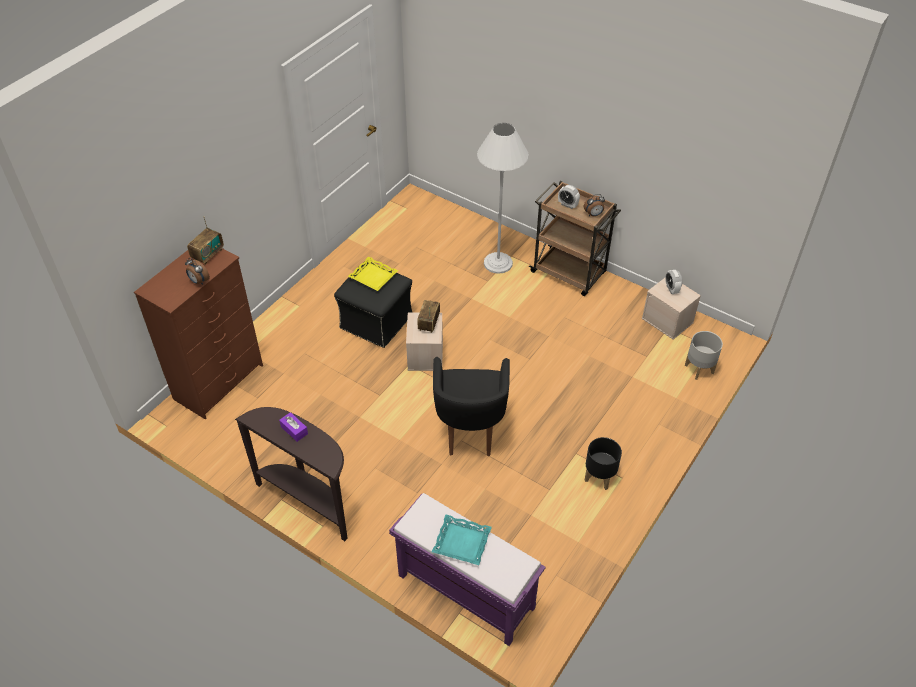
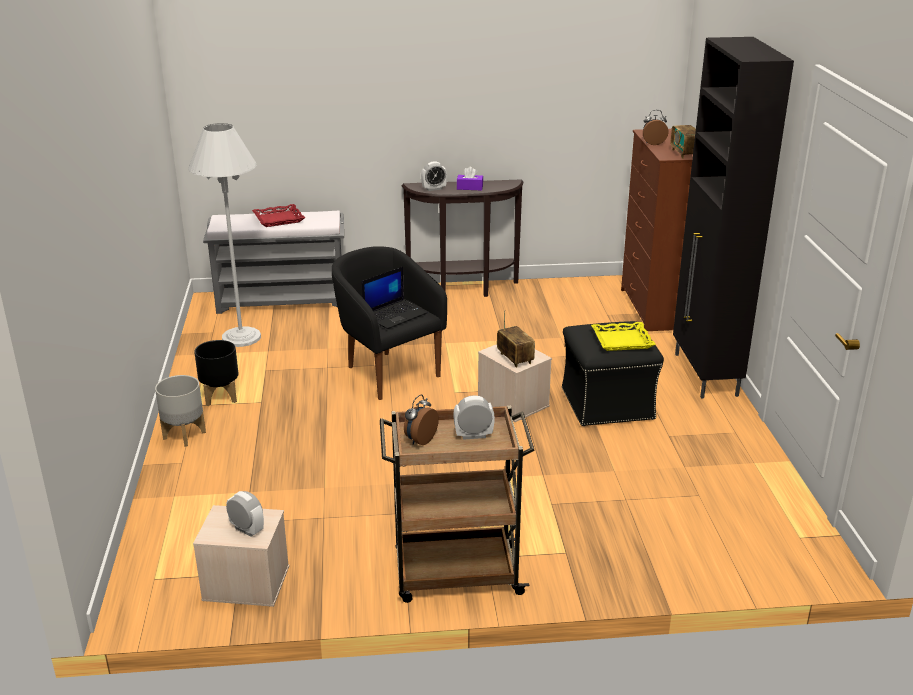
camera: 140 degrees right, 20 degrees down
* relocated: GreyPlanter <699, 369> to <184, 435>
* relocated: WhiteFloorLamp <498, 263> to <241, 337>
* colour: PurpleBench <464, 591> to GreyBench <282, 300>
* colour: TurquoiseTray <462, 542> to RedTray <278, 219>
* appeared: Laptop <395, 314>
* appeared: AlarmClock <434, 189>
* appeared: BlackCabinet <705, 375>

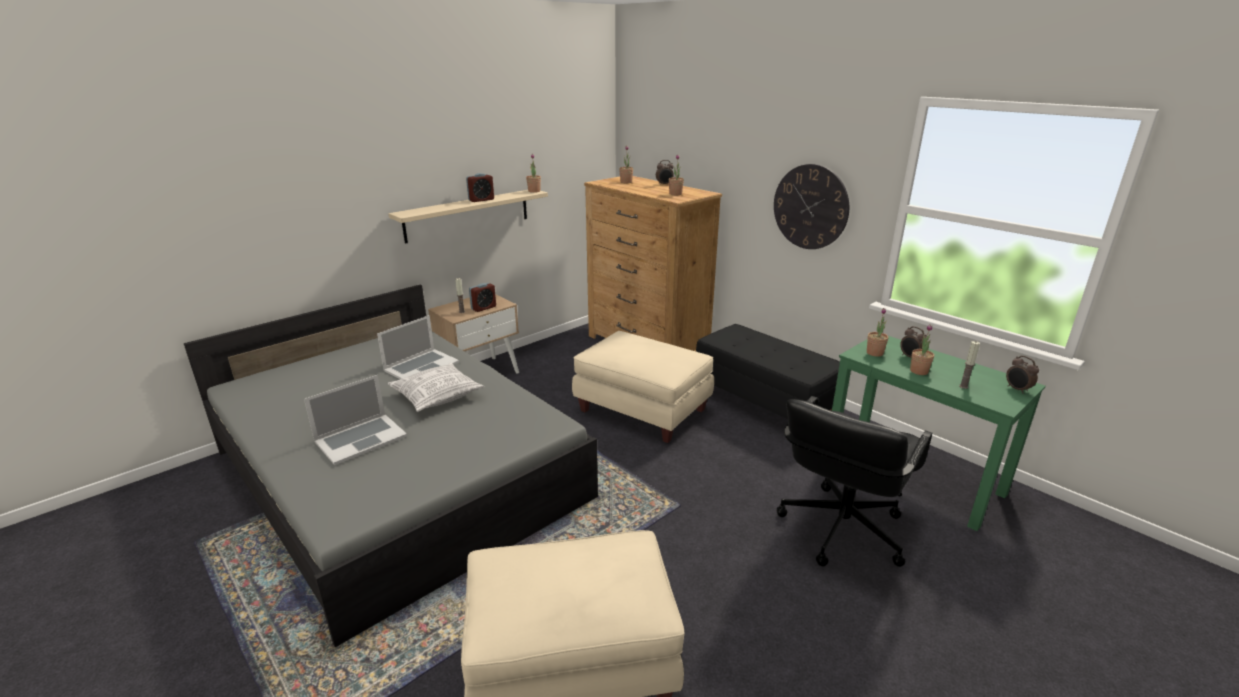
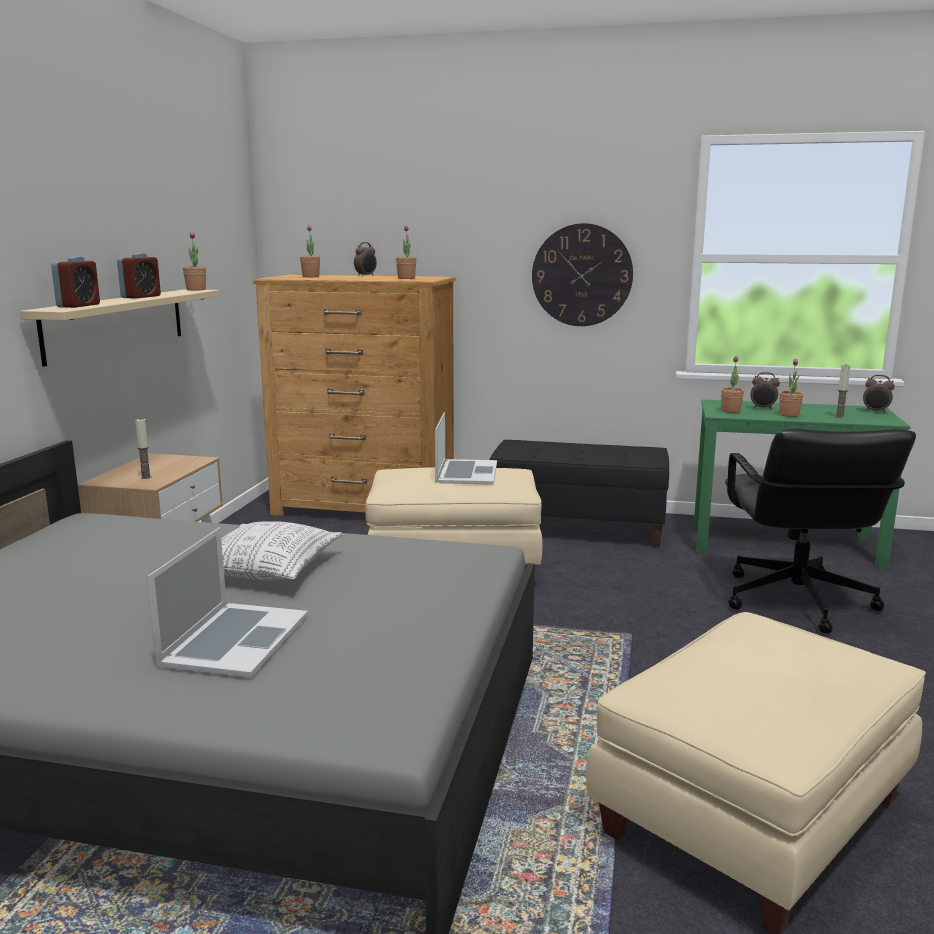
camera: 35 degrees left, 10 degrees down
* relocated: AlarmClock <483, 308> to <78, 305>
* relocated: Laptop <421, 366> to <466, 472>

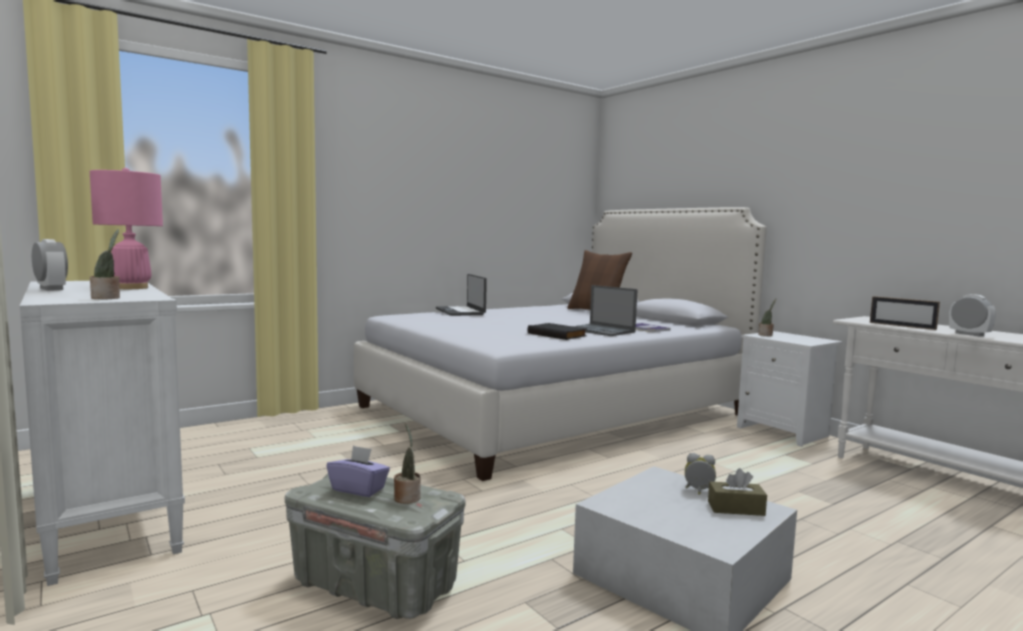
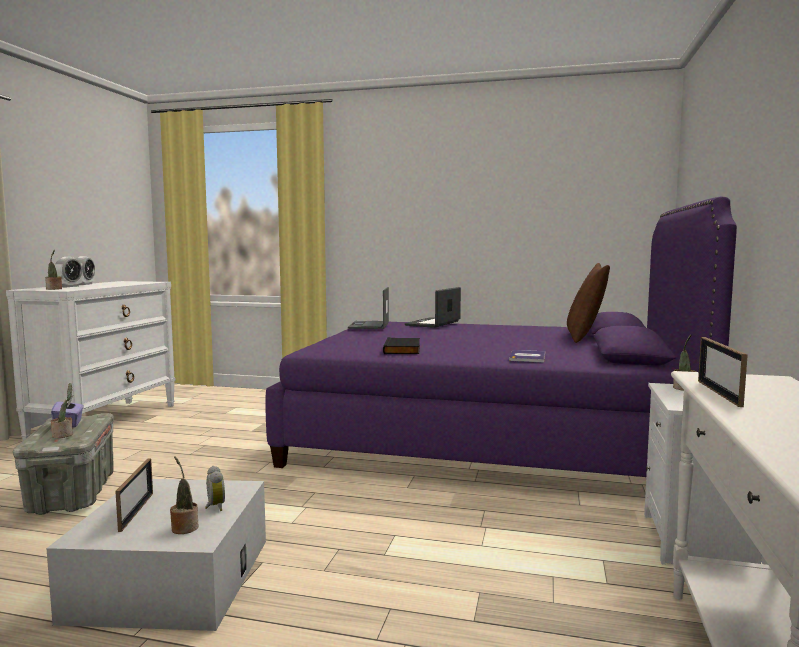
camera: 50 degrees right, 0 degrees up
* relocated: AlarmClock <969, 334> to <69, 286>
* appeared: PictureFrame <136, 511>
* exchanged: BrownTissueBox <736, 508> to PottedPlant <184, 527>
* colour: WhiteBed <554, 410> to PurpleBed <490, 439>
* relocated: Laptop <601, 330> to <369, 325>
* missing: PinkTableLamp <132, 288>

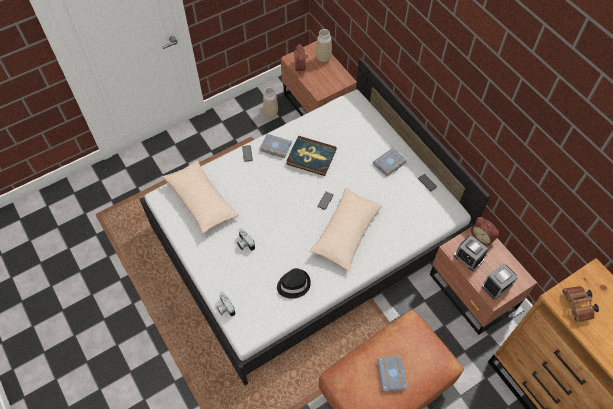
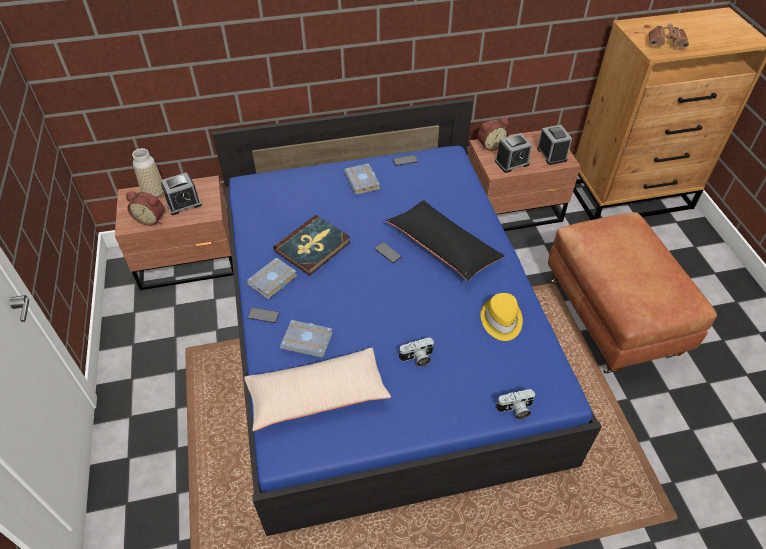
camera: 70 degrees left, 10 degrees down
* appeared: AlarmClock <183, 204>
* colour: WhiteBed <306, 236> to BlueBed <382, 332>
* relocated: GreyBook <392, 375> to <308, 340>
* colour: BeigePillow <346, 232> to BlackPillow <443, 247>
* colour: BlackHat <293, 284> to YellowHat <501, 320>
* missing: Vase <271, 112>

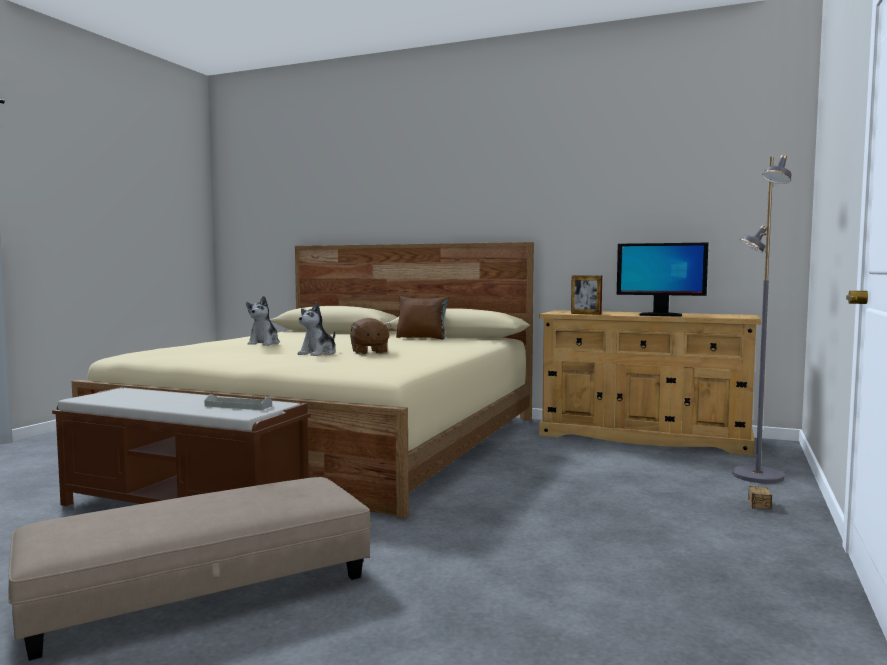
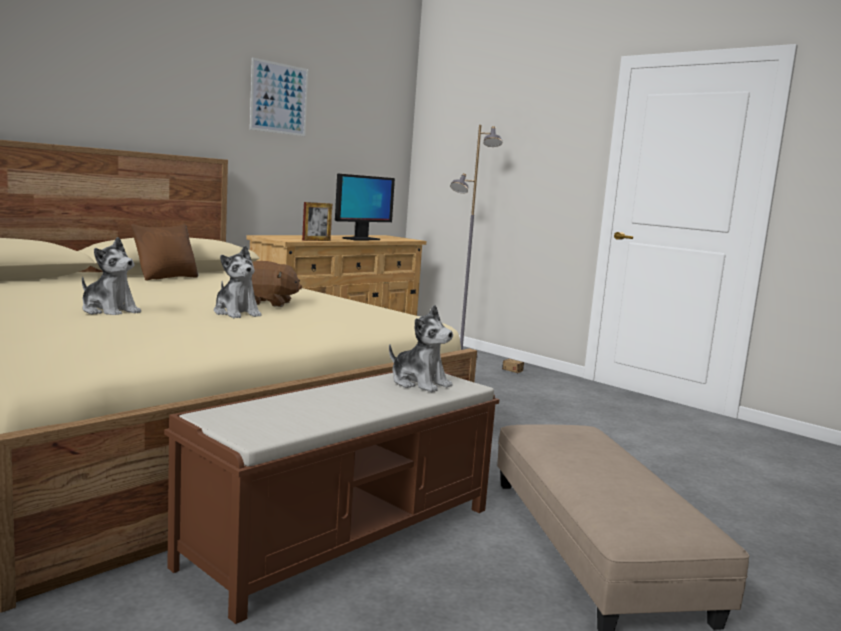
camera: 70 degrees left, 5 degrees up
* appeared: Picture <279, 98>
* exchanged: GreyTray <238, 406> to PlushToy <419, 383>

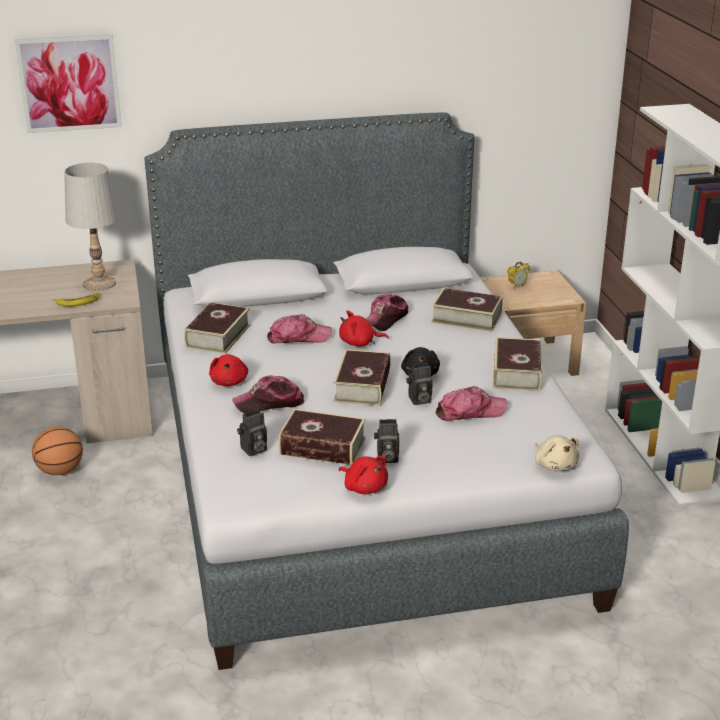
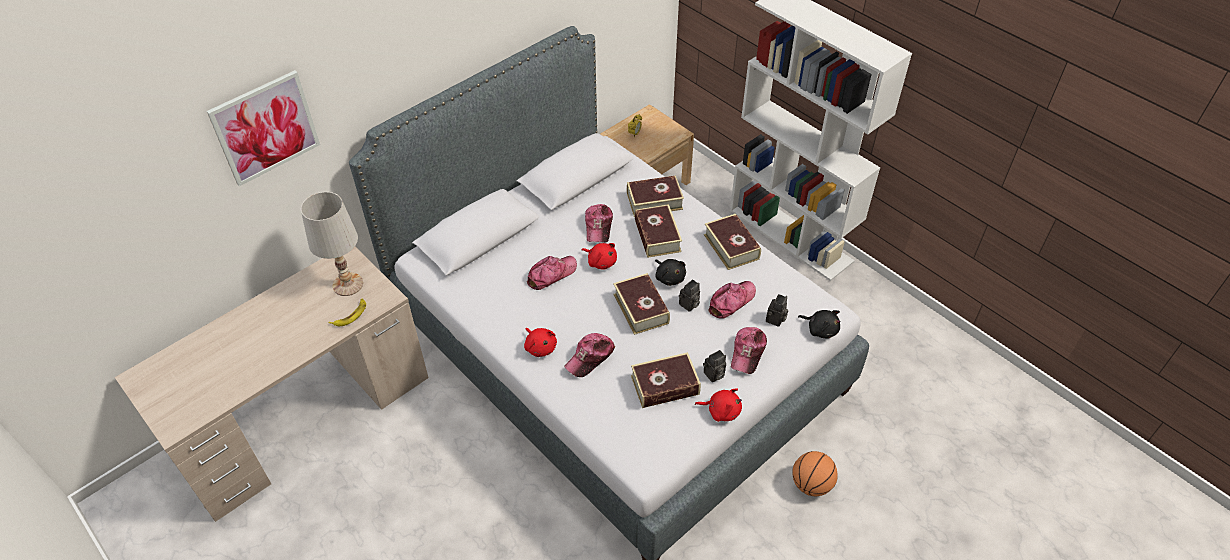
camera: 30 degrees left, 20 degrees up
* spun: RedPlushToy <359, 343> = <601, 262> 105 degrees counterclockwise
* relocated: Book <218, 336> to <657, 236>
* appeared: Cap <748, 352>
* relocated: PhotoCamera <253, 450> to <775, 320>
* relocated: Basketball <60, 471> to <811, 484>
* colour: BeigePlushToy <555, 465> to BlackPlushToy <820, 329>

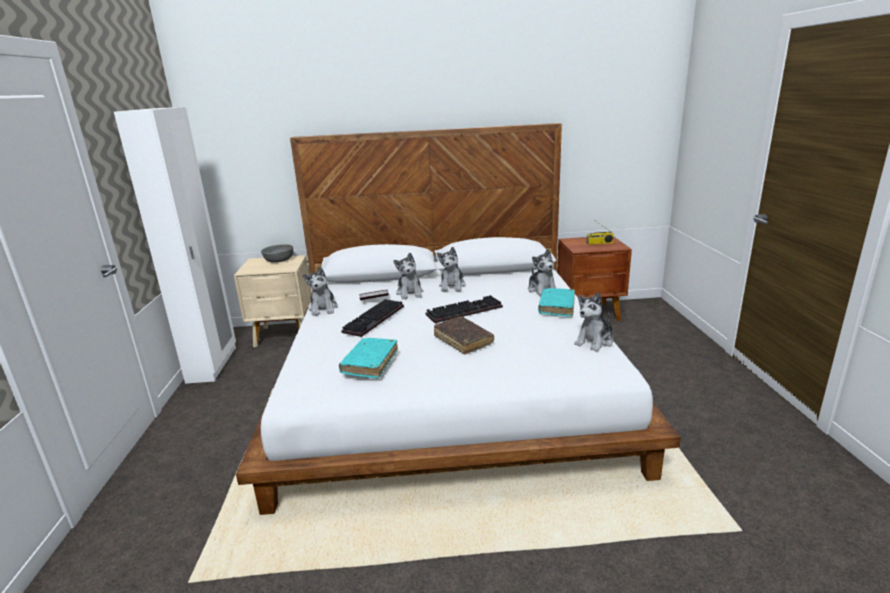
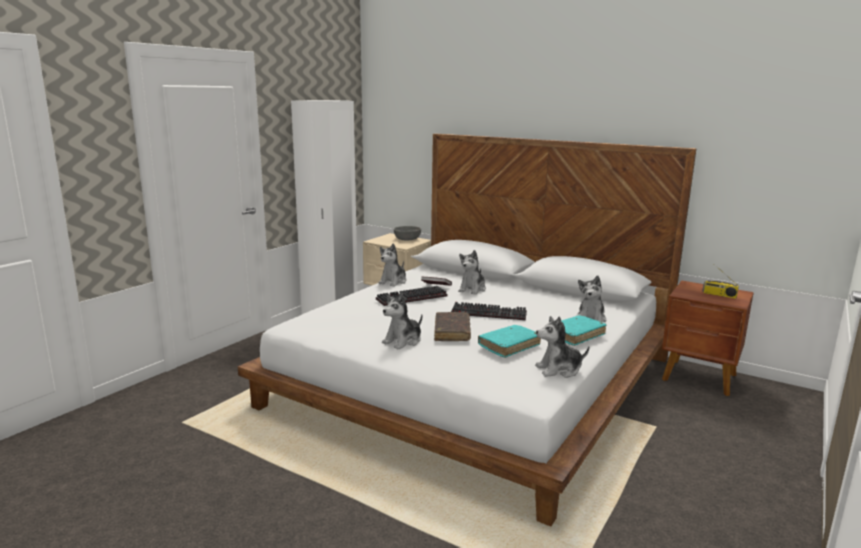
camera: 35 degrees right, 5 degrees down
* relocated: PlushToy <452, 286> to <403, 341>
* relocated: TurquoiseBook <370, 363> to <509, 346>

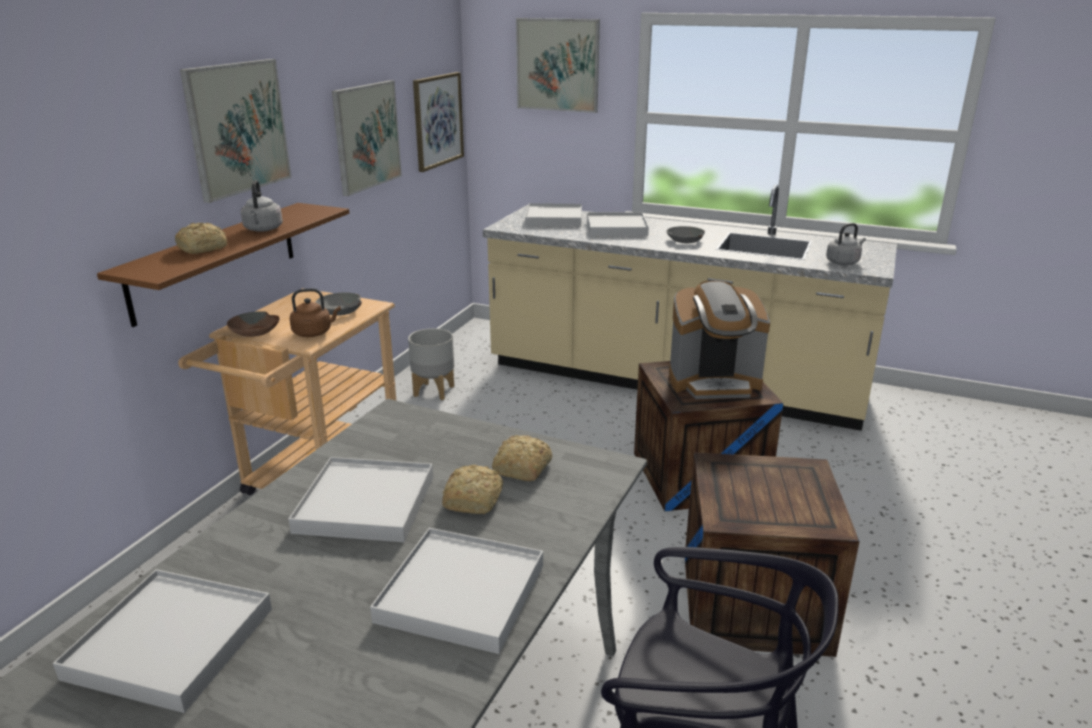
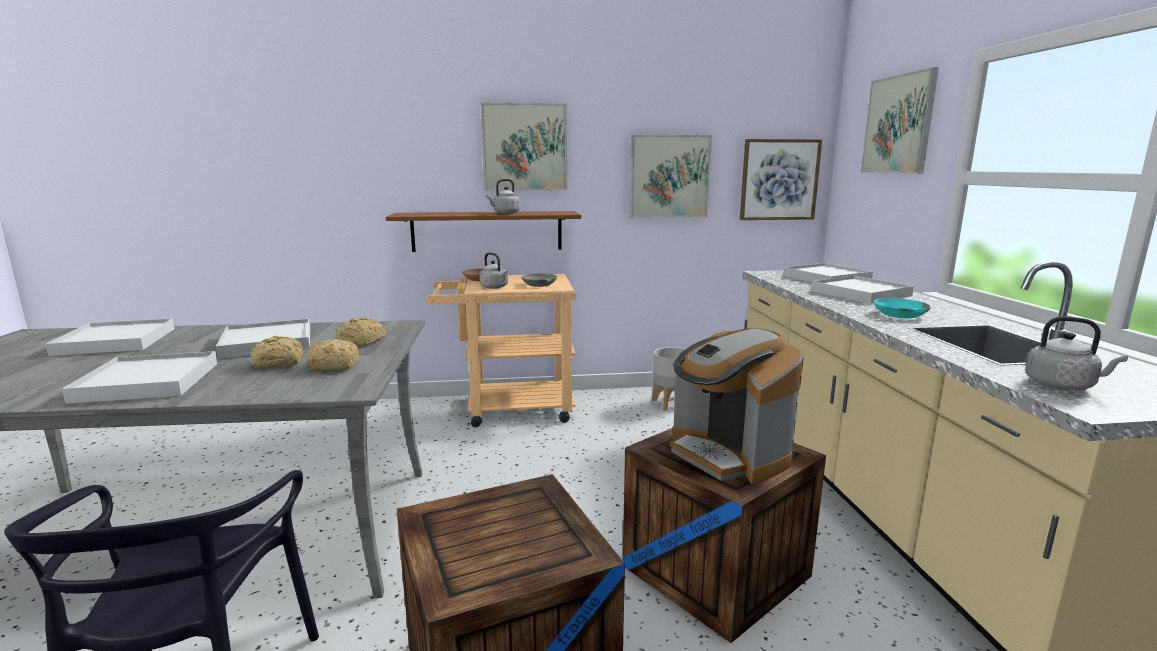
camera: 60 degrees right, 10 degrees down
* relocated: Bread <204, 248> to <362, 341>
* colour: BrownKettle <314, 333> to GreyKettle <495, 287>
* colour: GreyBowl <684, 240> to TurquoiseBowl <898, 315>

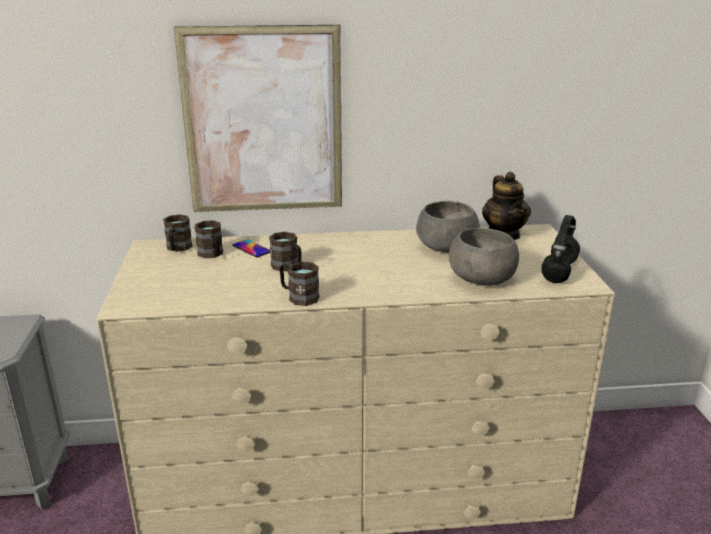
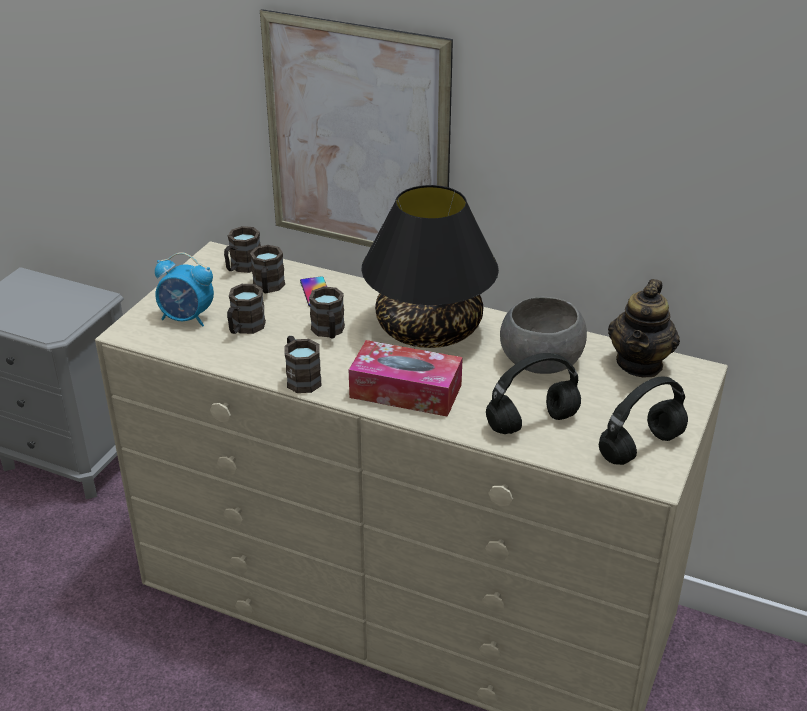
camera: 30 degrees right, 10 degrees up
* appeared: AlarmClock <187, 318>
* appeared: BrownMug <244, 328>
* appeared: TissueBox <405, 391>
* appeared: BlackTableLamp <428, 329>
* exchanged: GreyBowl <482, 278> to BlackHeadphones <531, 423>

